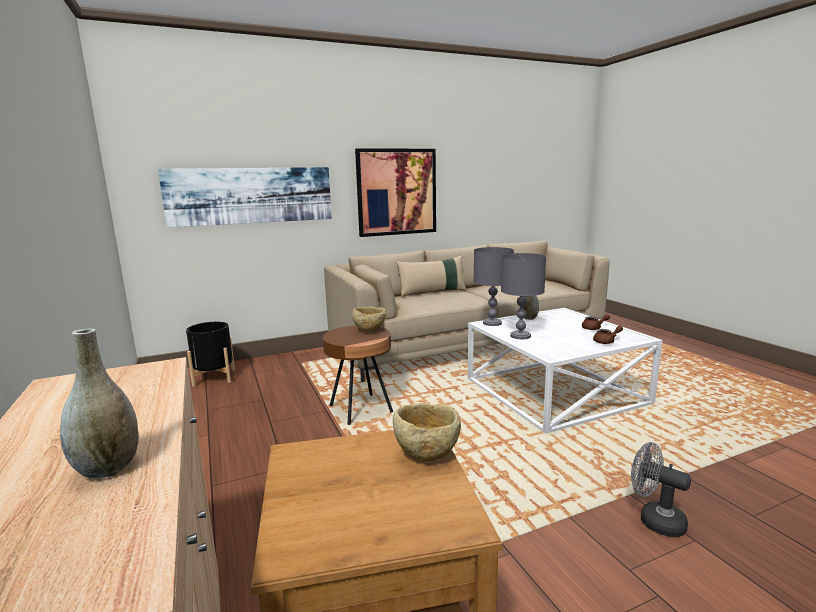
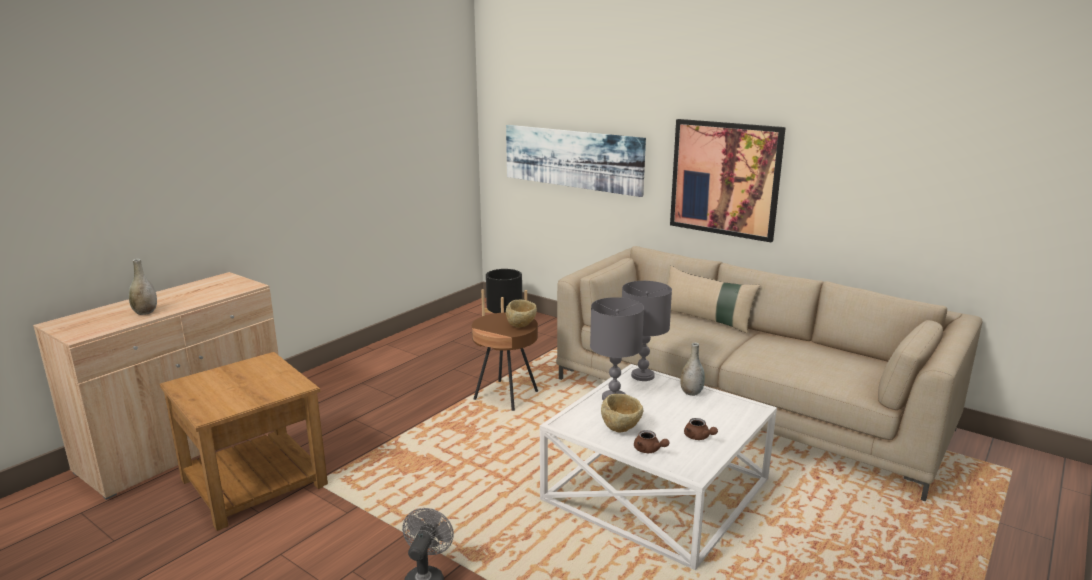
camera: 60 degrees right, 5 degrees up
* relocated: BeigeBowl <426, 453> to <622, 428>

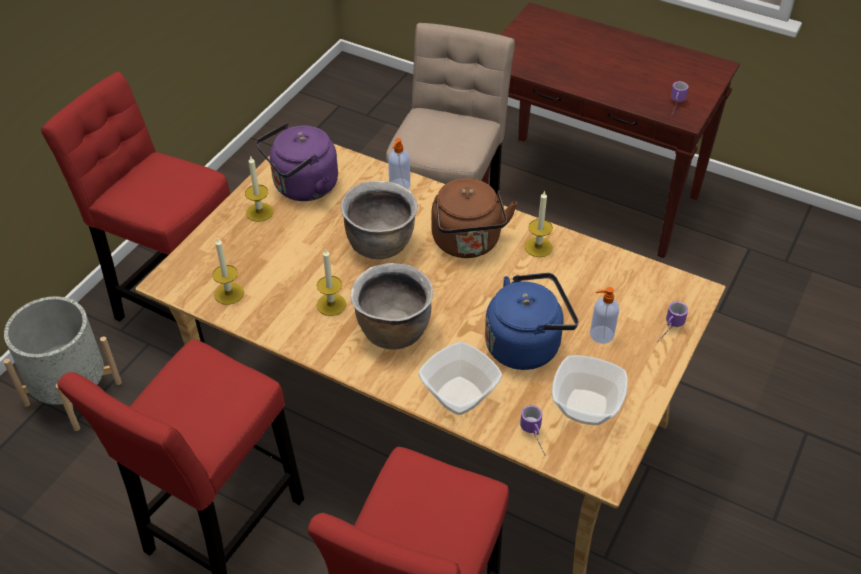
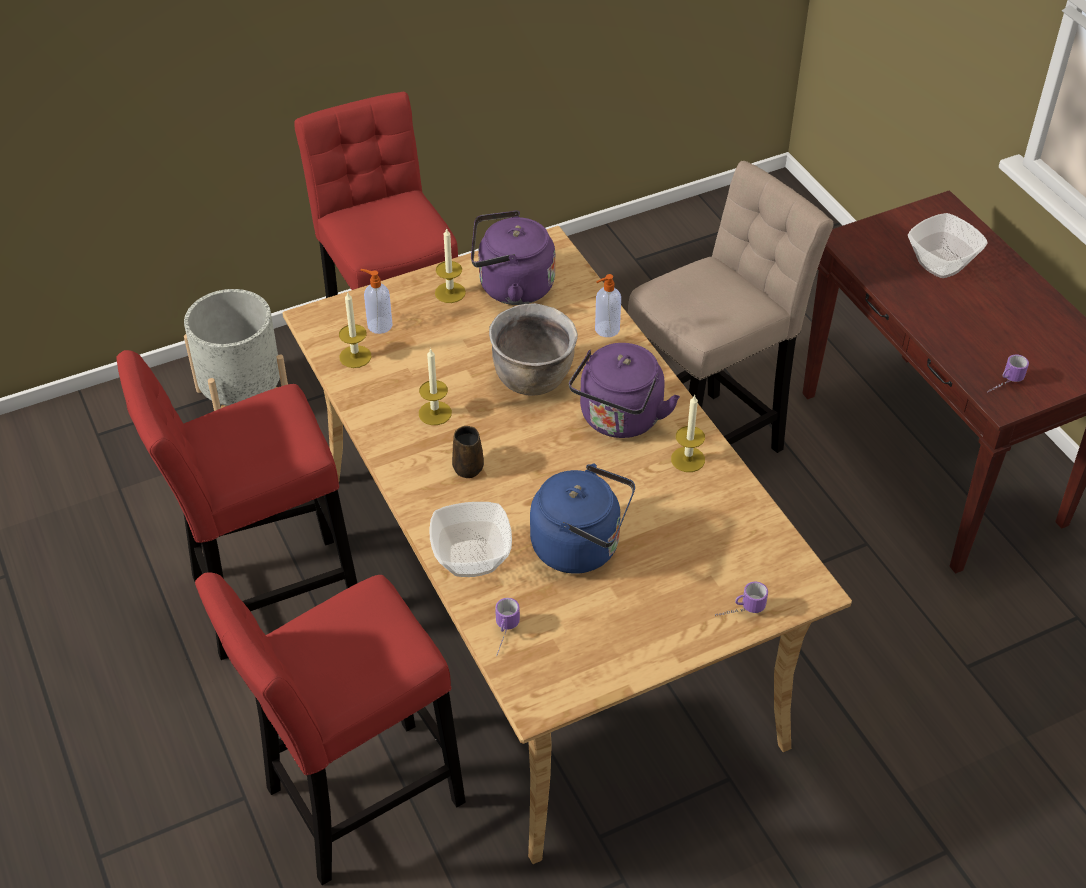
camera: 35 degrees right, 0 degrees up
* relocated: SoapDispenser <600, 335> to <379, 325>
* exchanged: BrownCookingPot <393, 330> to BrownMug <468, 466>
* colour: BrownKettle <468, 243> to PurpleKettle <619, 420>
* relocated: Bowl <587, 407> to <942, 264>

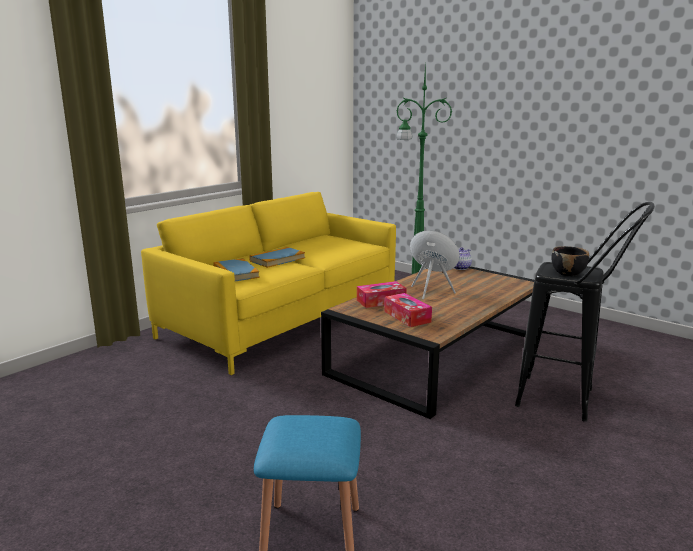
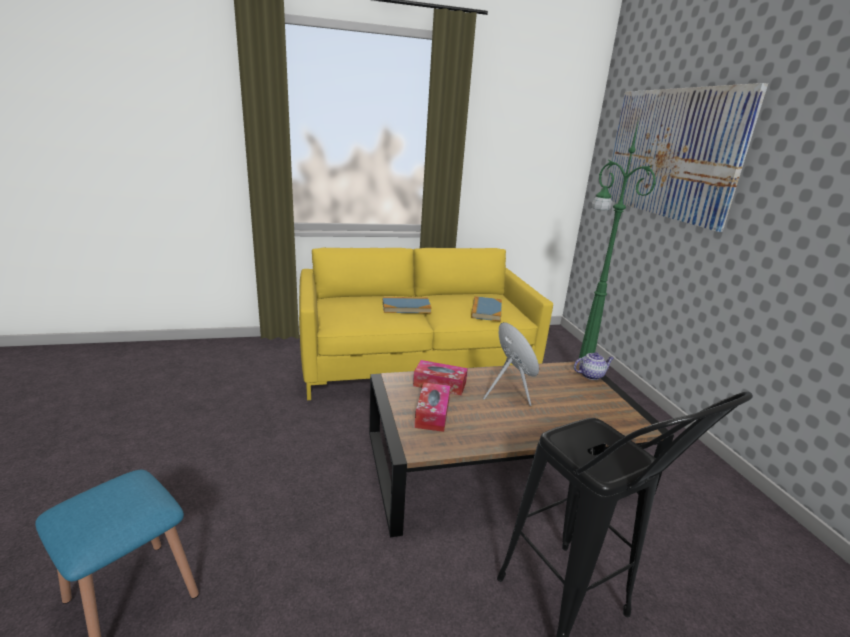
camera: 35 degrees right, 5 degrees up
* relocated: Book <235, 273> to <486, 311>
* appeared: Picture <670, 153>
* missing: BlackBowl <568, 273>

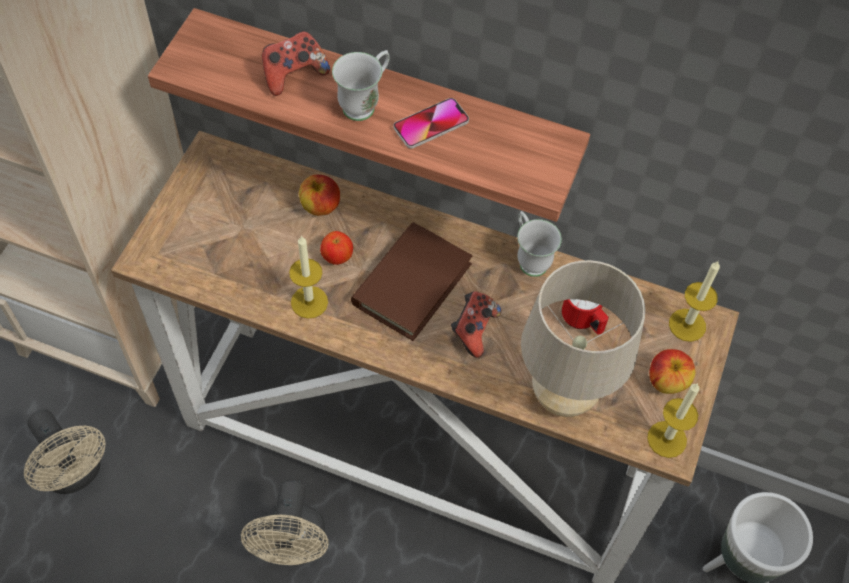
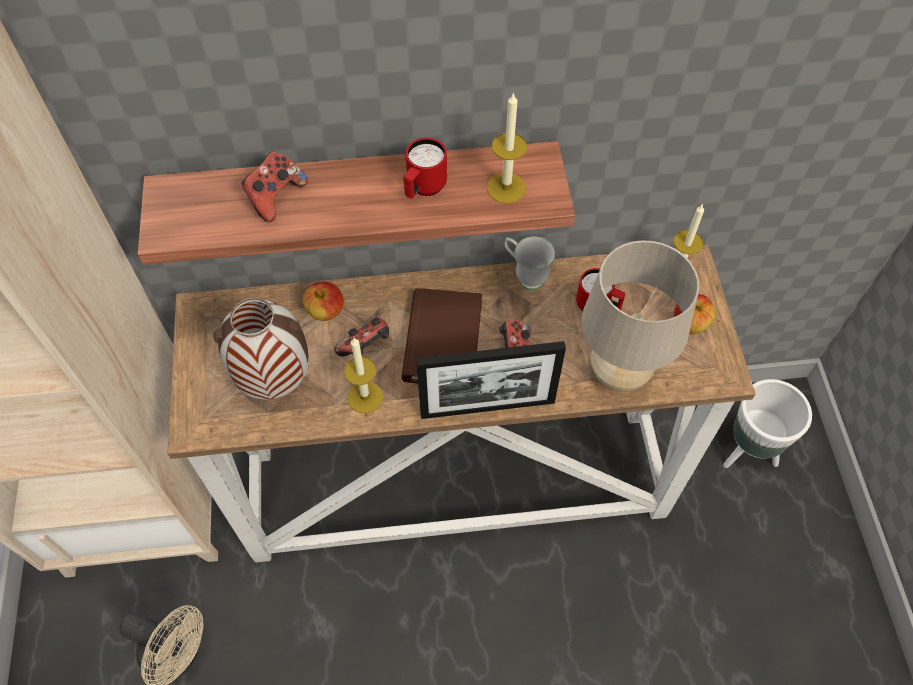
camera: 25 degrees left, 0 degrees up
* appeared: Vase <276, 380>
* exchanged: Apple <337, 257> to GameController <366, 347>
* exchanged: Phone <431, 124> to RedMug <423, 189>
* appeared: PictureFrame <487, 407>
* relocated: Candle <667, 439> to <506, 188>
* missing: BeigeFan <294, 547>
* missing: WhiteMug <365, 103>

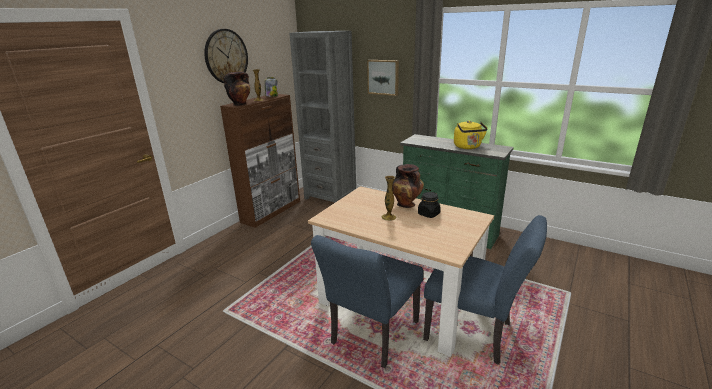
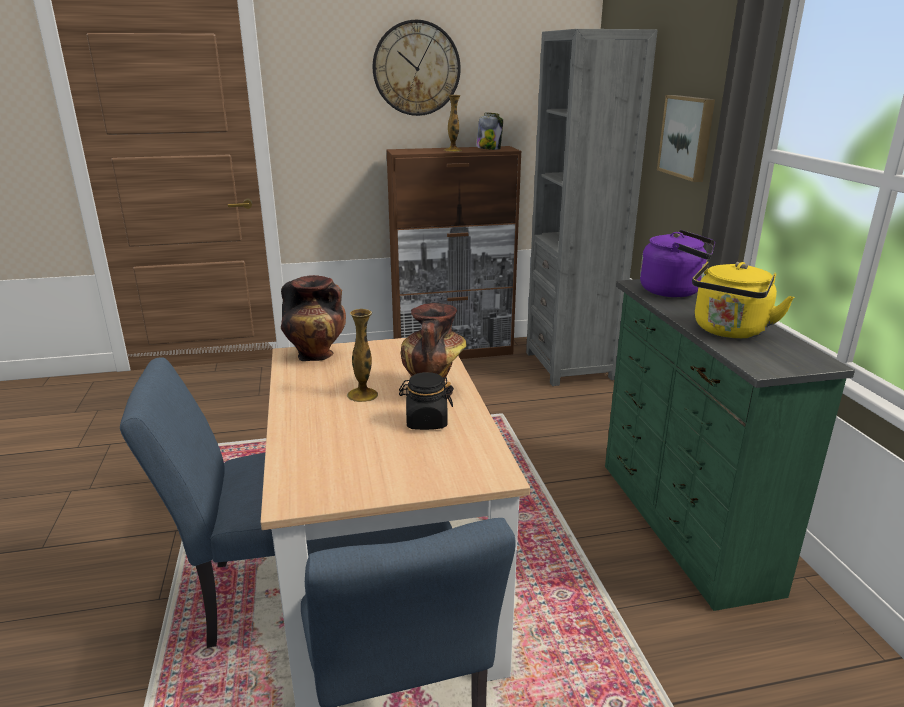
camera: 45 degrees right, 0 degrees up
* relocated: Vase <240, 104> to <317, 355>
* appeared: PurpleKettle <674, 291>

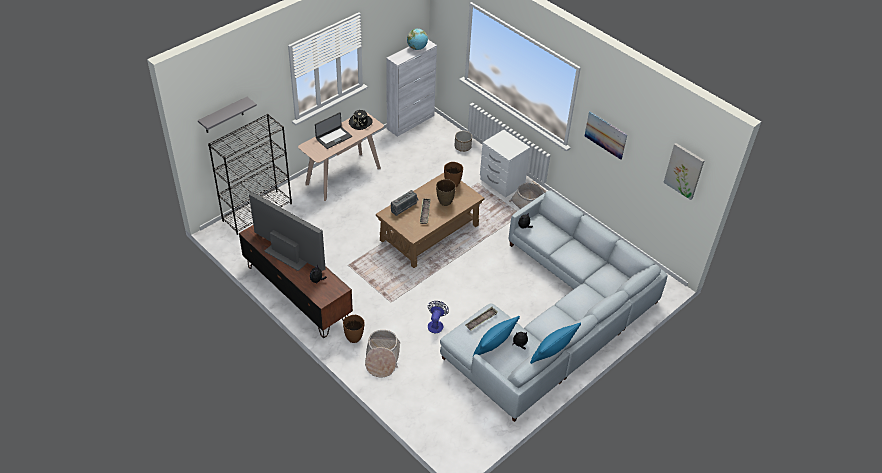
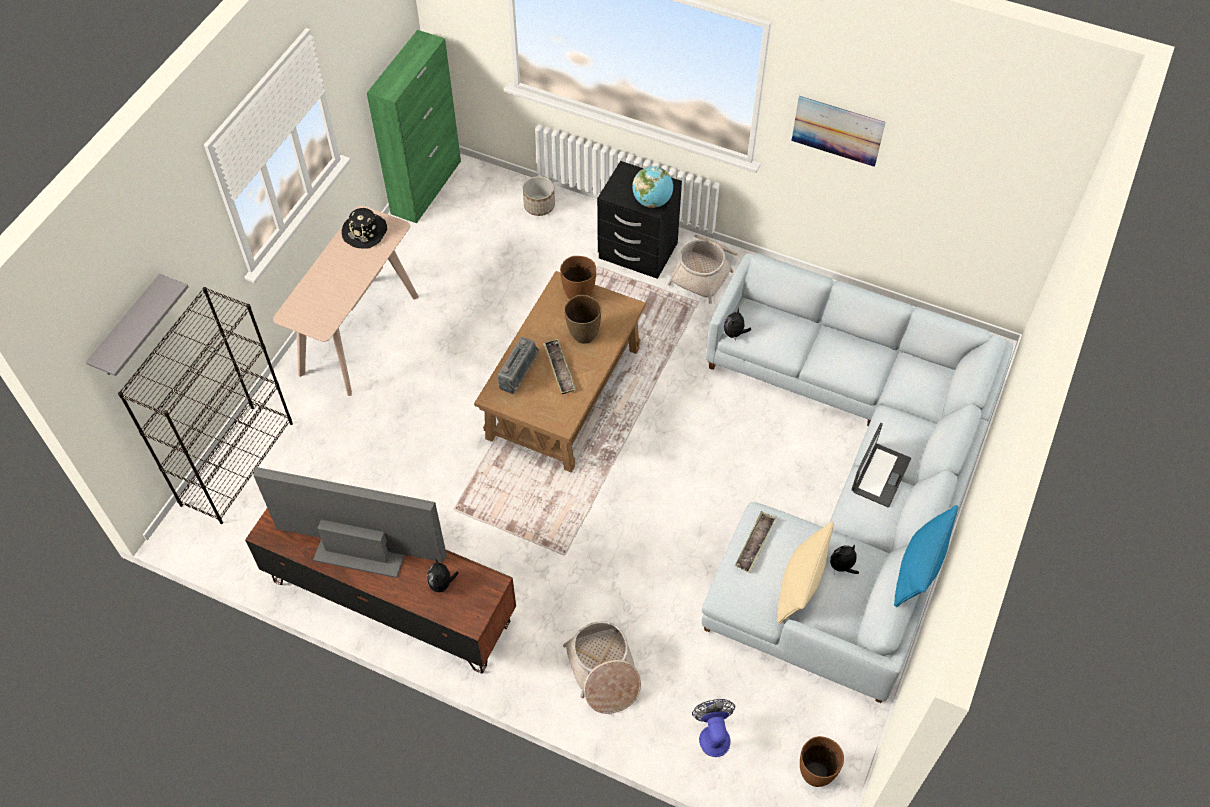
camera: 20 degrees left, 10 degrees up
* colour: WhiteCabinet <411, 122> to GreenCabinet <426, 187>
* colour: WhiteNightstand <501, 182> to BlackNightstand <637, 252>
* relocated: Globe <417, 48> to <652, 201>
* relocated: Fan <436, 324> to <713, 734>
* colour: BluePillow <494, 344> to BeigePillow <800, 583>
* relocated: BrownVase <354, 337> to <815, 773>
* relocated: Laptop <333, 137> to <880, 475>
* missing: Picture <684, 171>

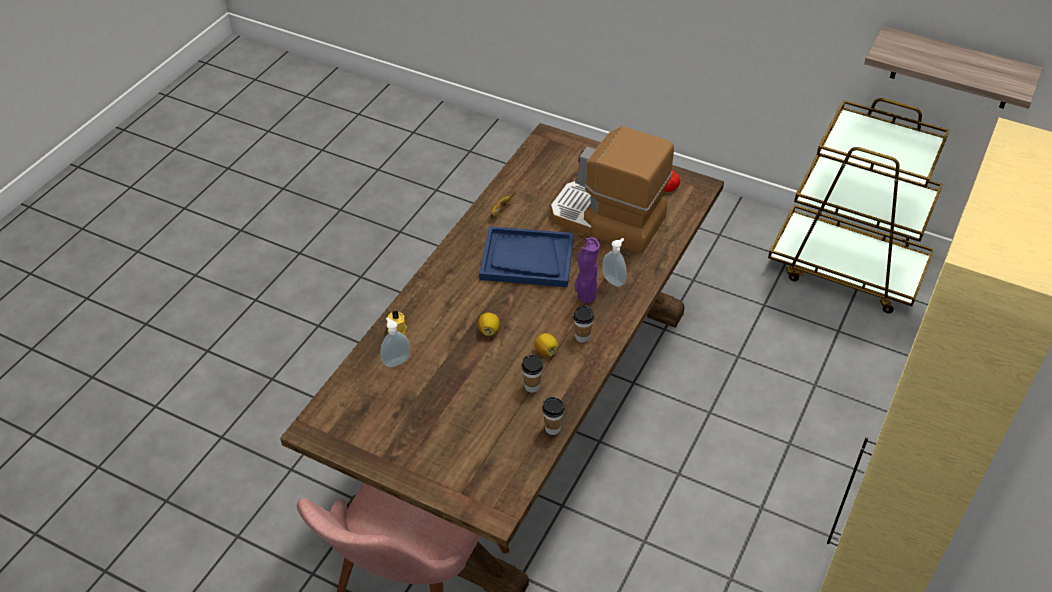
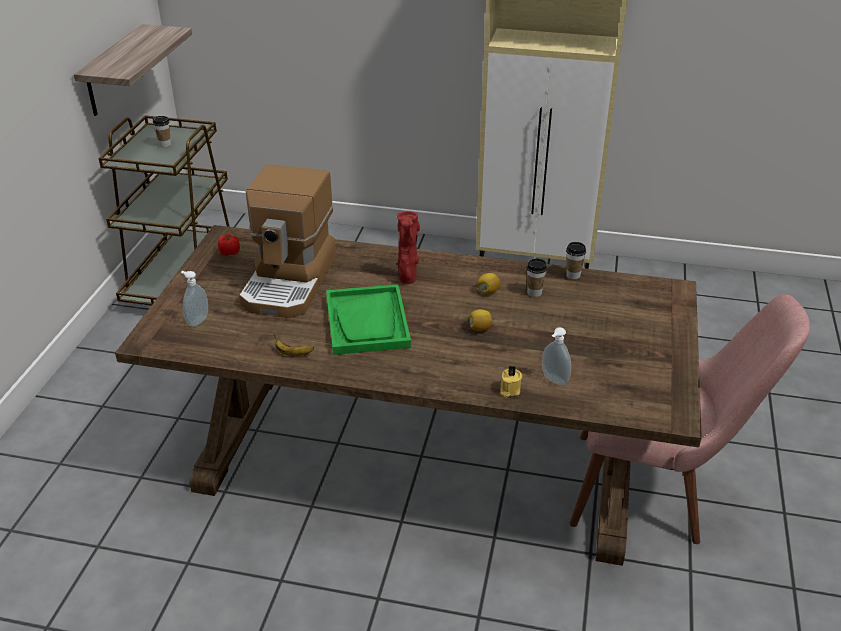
camera: 105 degrees left, 10 degrees down
* relocated: Cup <582, 337> to <165, 144>
* relocated: SoapDispenser <614, 280> to <197, 320>
* colour: BlueTray <527, 259> to GreenTray <367, 322>
* colour: PurpleVase <585, 297> to RedVase <407, 280>

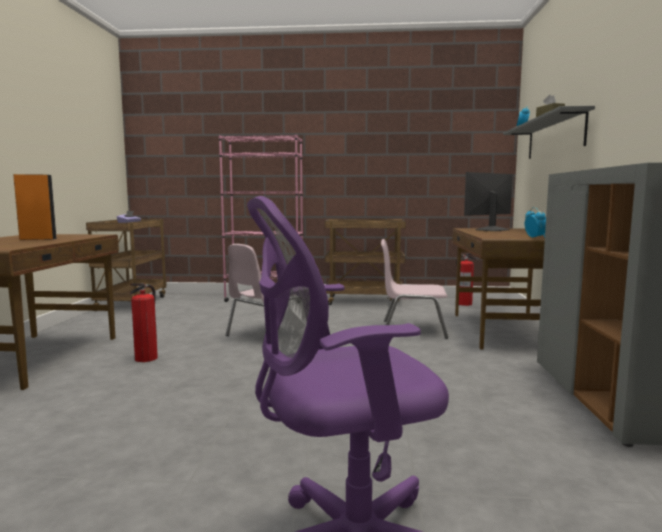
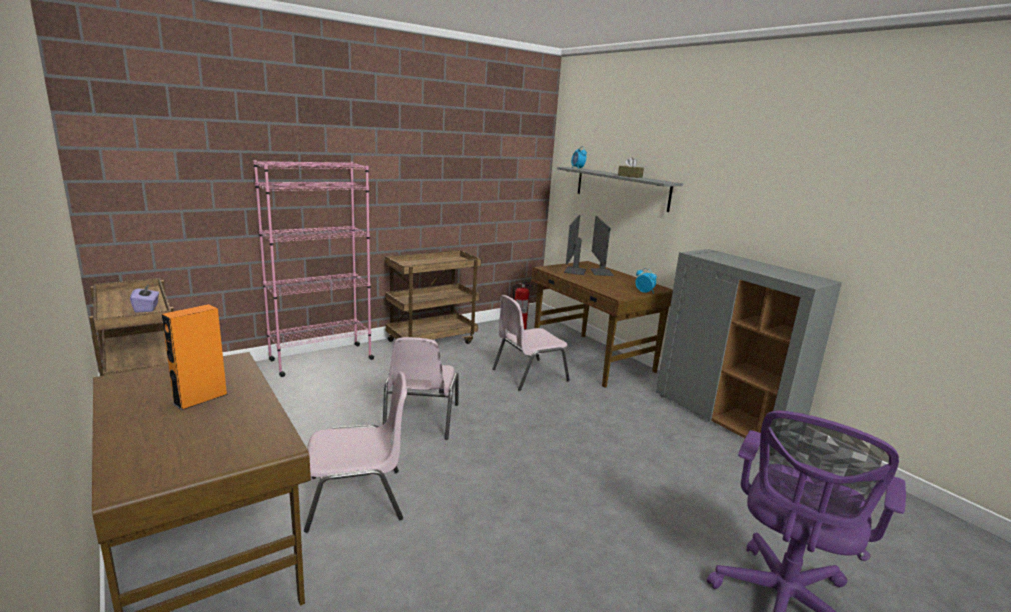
camera: 40 degrees left, 10 degrees up
* exchanged: FireExtinguisher <146, 358> to PinkChair <357, 498>
* appeared: Monitor <600, 272>

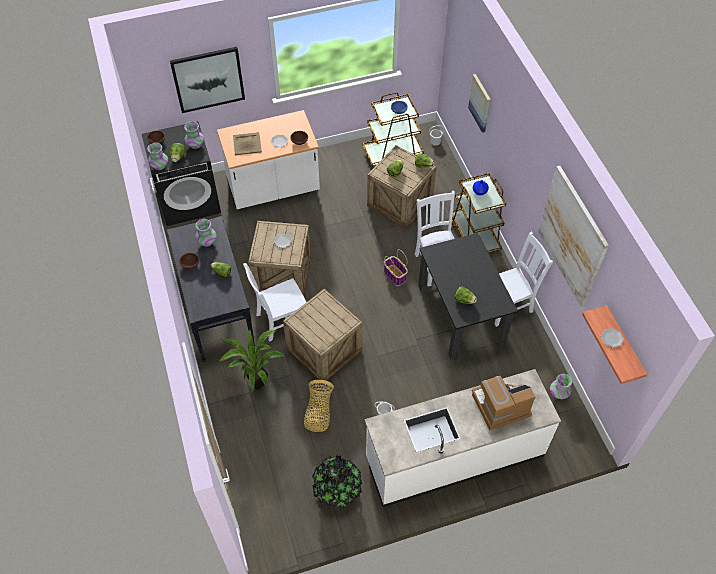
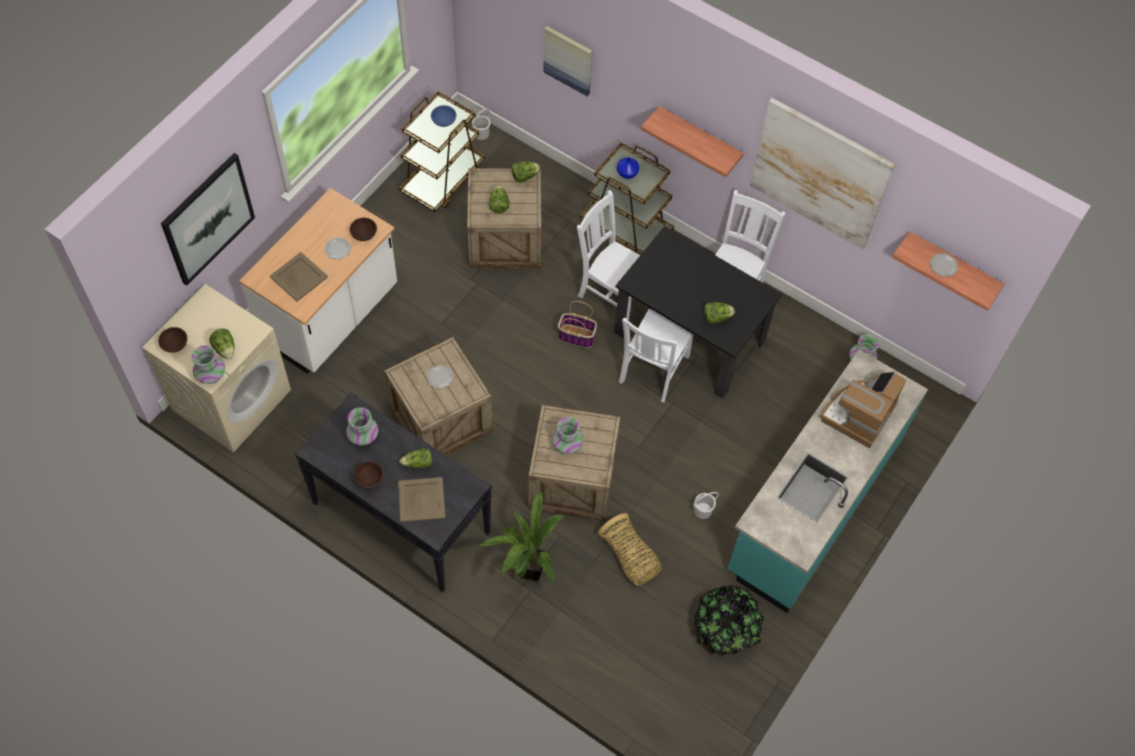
camera: 40 degrees left, 5 degrees up
* colour: BlackWashingMachine <189, 200> to BeigeWashingMachine <231, 399>
* appeared: BeigeTray <422, 499>
* relocated: Vase <195, 144> to <567, 445>
* relocated: WhiteChair <280, 320> to <652, 371>
* appeared: Shelf <699, 138>
* colour: WhiteCounter <454, 456> to TurquoiseCounter <813, 505>

